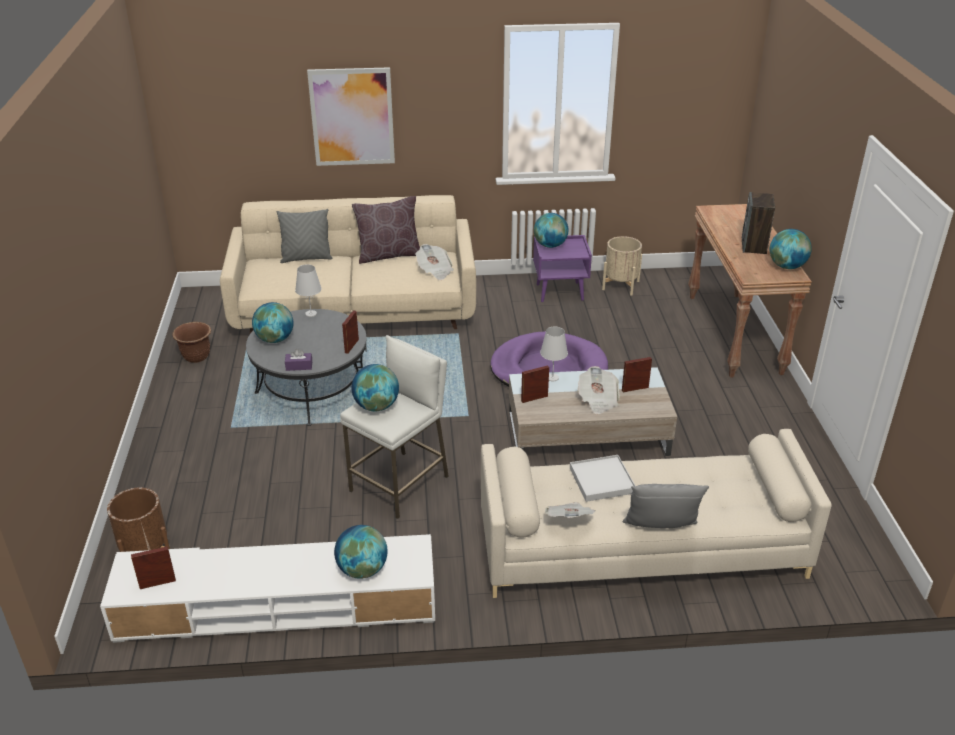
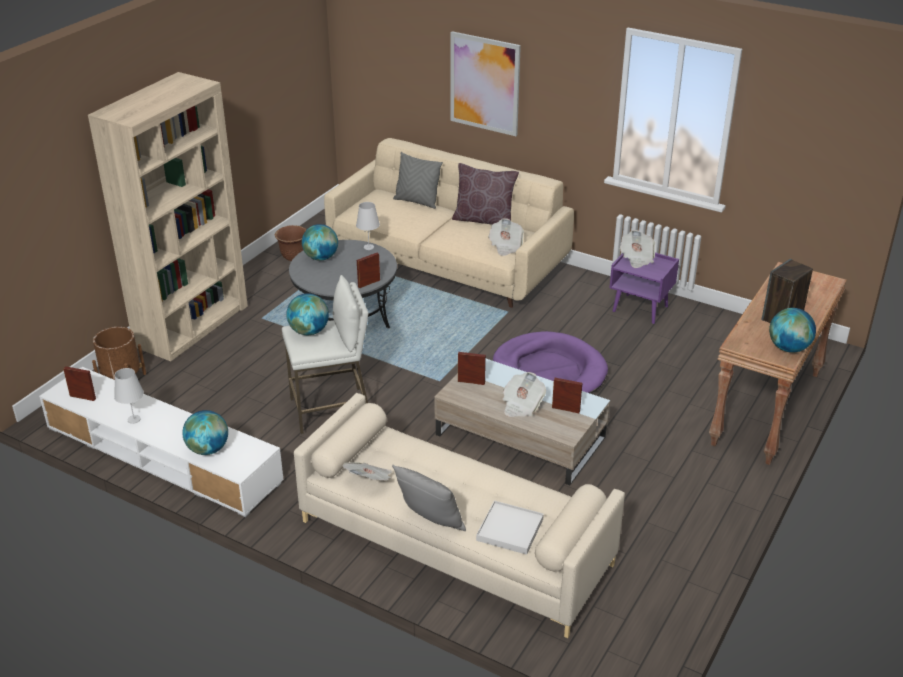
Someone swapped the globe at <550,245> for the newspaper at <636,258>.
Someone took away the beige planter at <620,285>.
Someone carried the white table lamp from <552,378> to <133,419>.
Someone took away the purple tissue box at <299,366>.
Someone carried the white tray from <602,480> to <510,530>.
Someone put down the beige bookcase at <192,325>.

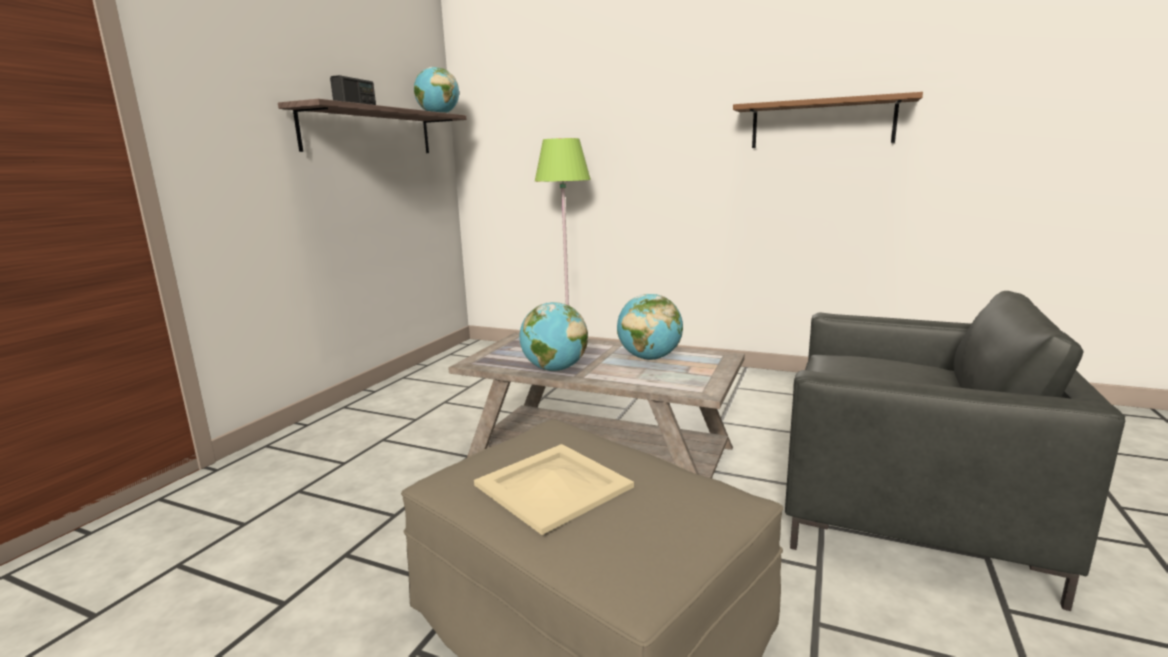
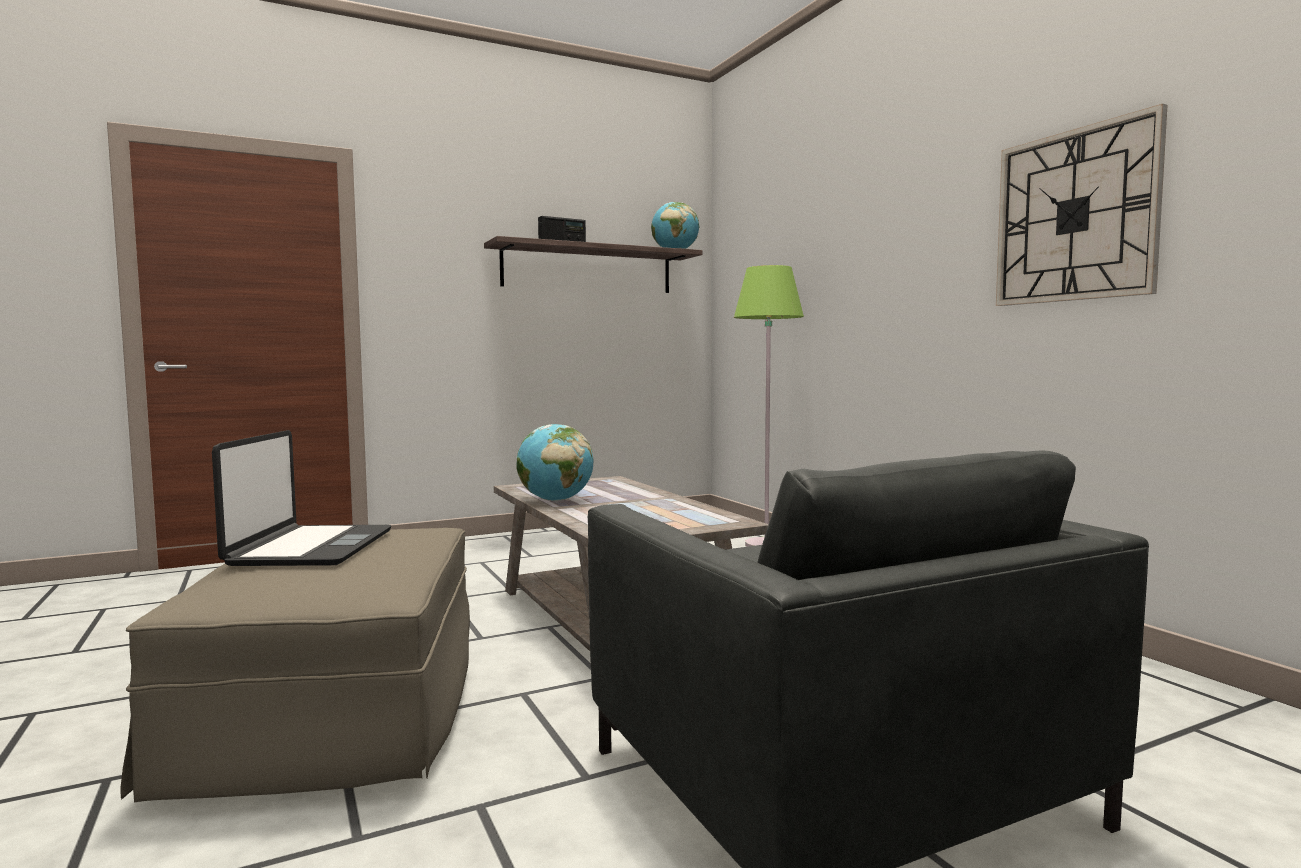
Someone swapped the brown shelf at <822,123> for the wall clock at <1074,216>.
Someone took away the globe at <649,358>.
Someone swapped the beige tray at <551,486> for the laptop at <310,548>.

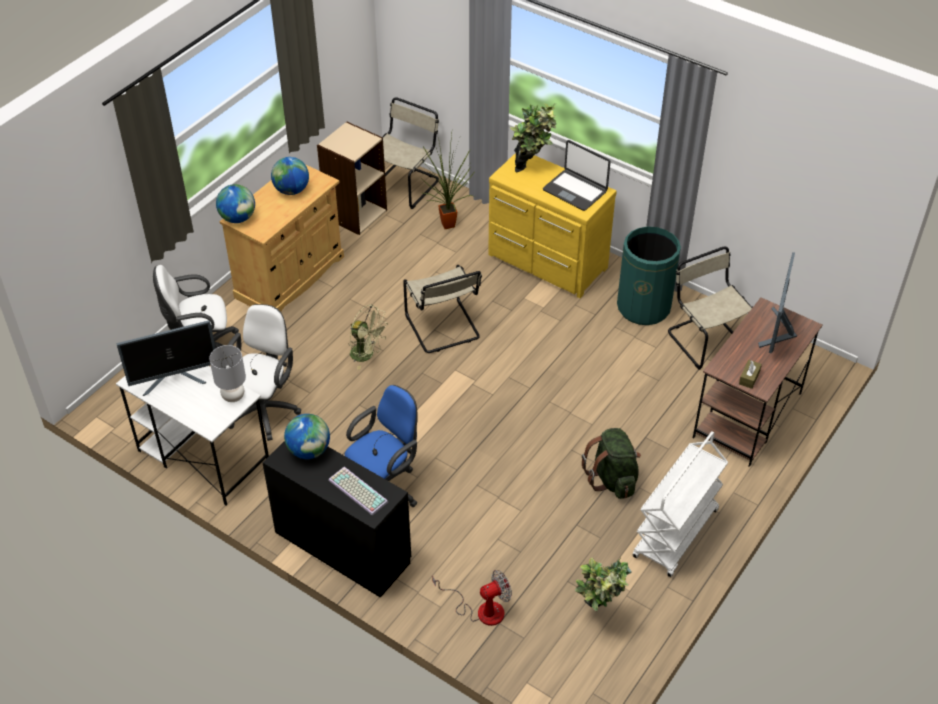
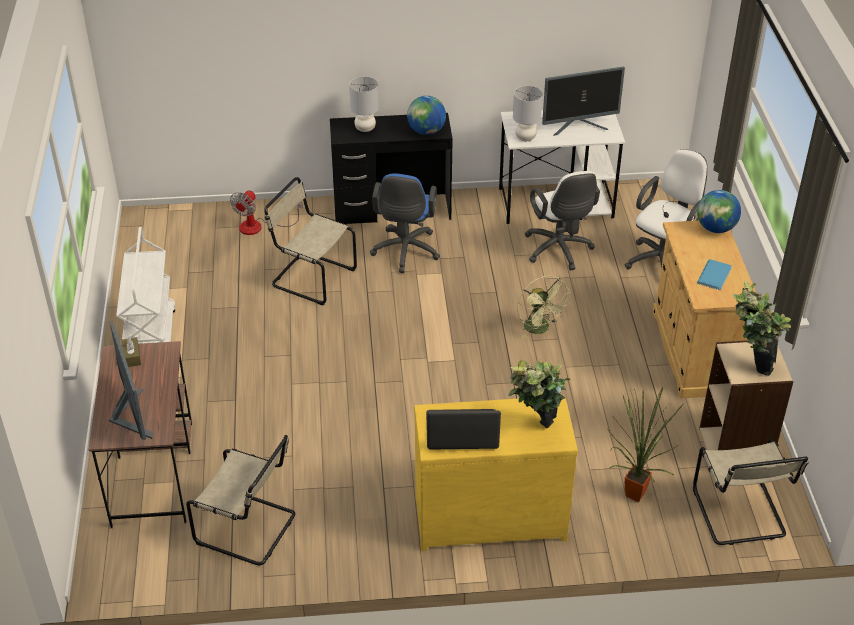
Someone swapped the globe at <291,190> for the blue book at <715,275>.
Someone took away the green trash can at <643,307>.
Someone carried the beige chair from <443,328> to <311,277>.
Someone rotated the green fan at <367,355> by 105 degrees counterclockwise.
Someone rotated the monitor at <174,380> by 135 degrees counterclockwise.
Someone took away the green backpack at <612,479>.
Someone swapped the keyboard at <356,491> for the grey table lamp at <365,128>.
Someone carried the potted plant from <598,616> to <749,366>.

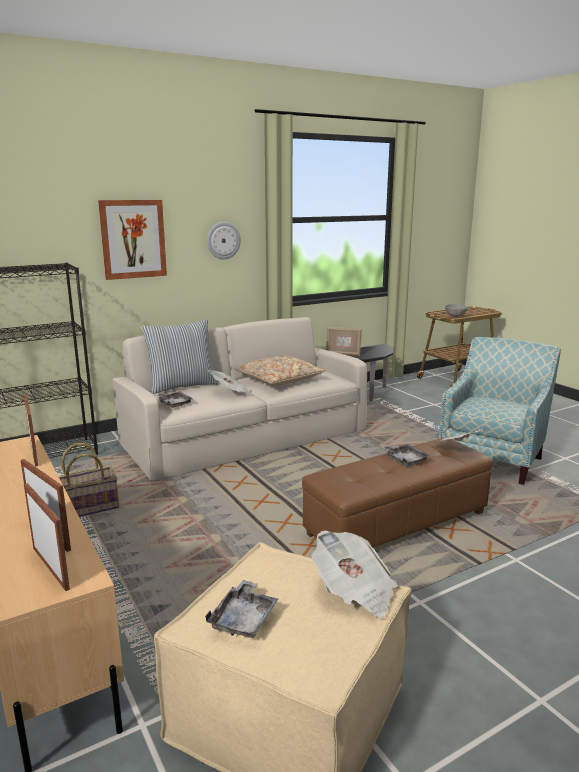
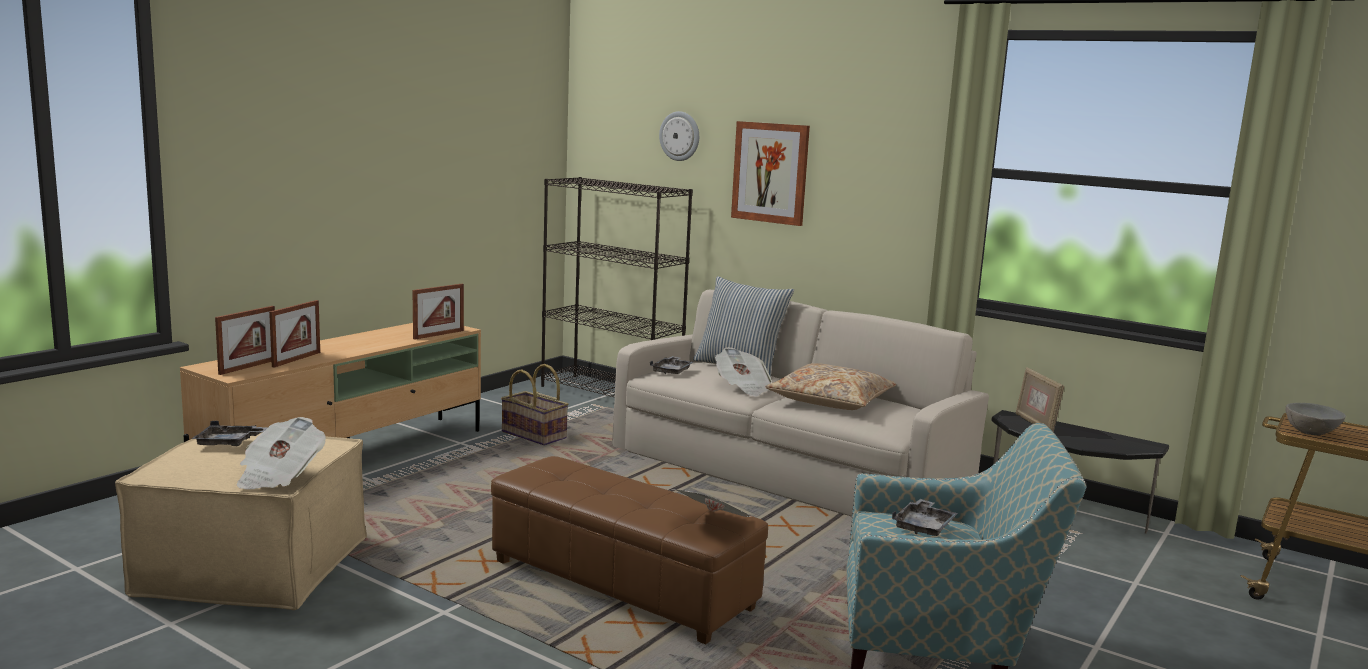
Someone carried the wall clock from <223,240> to <680,136>.
Someone carried the grey tray from <404,460> to <924,527>.

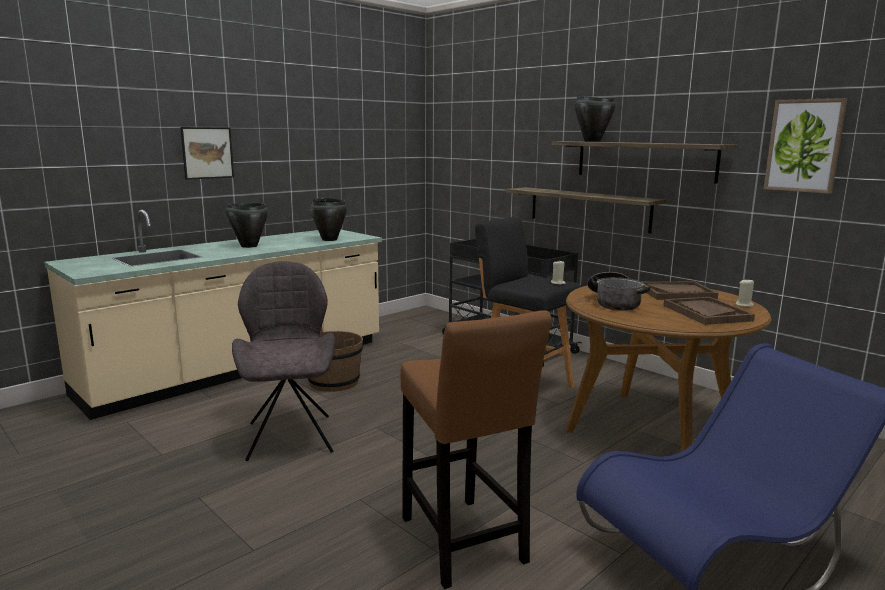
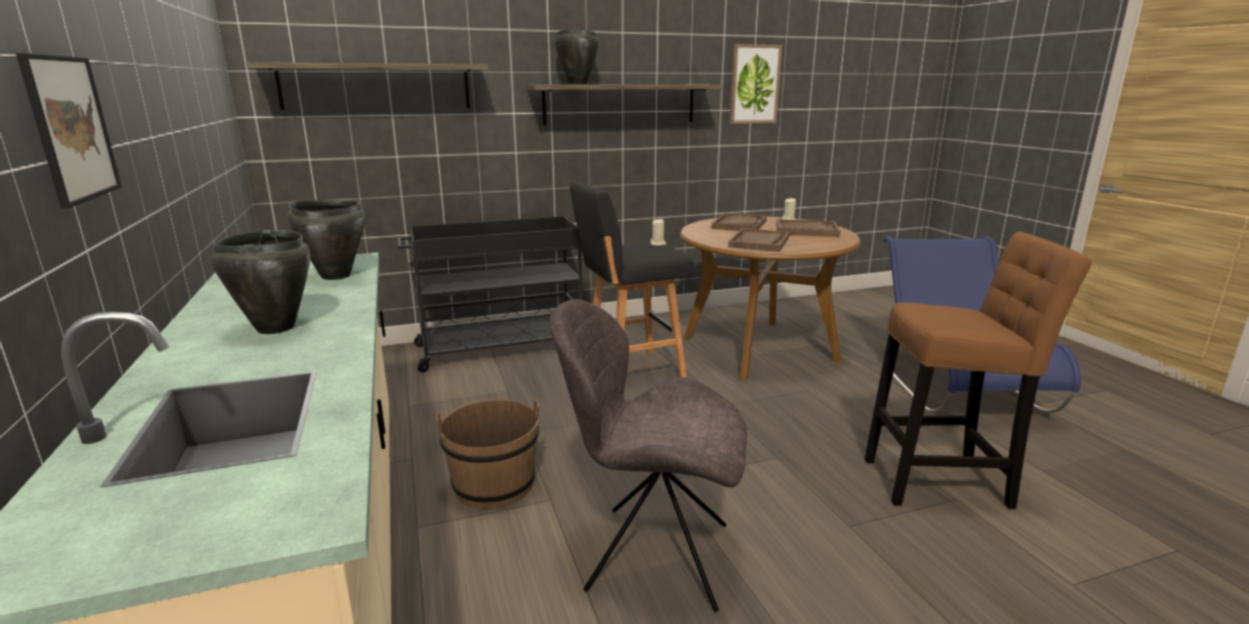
Someone carried the shelf from <588,209> to <376,86>.
Someone swapped the cooking pot at <614,303> for the brown tray at <759,242>.

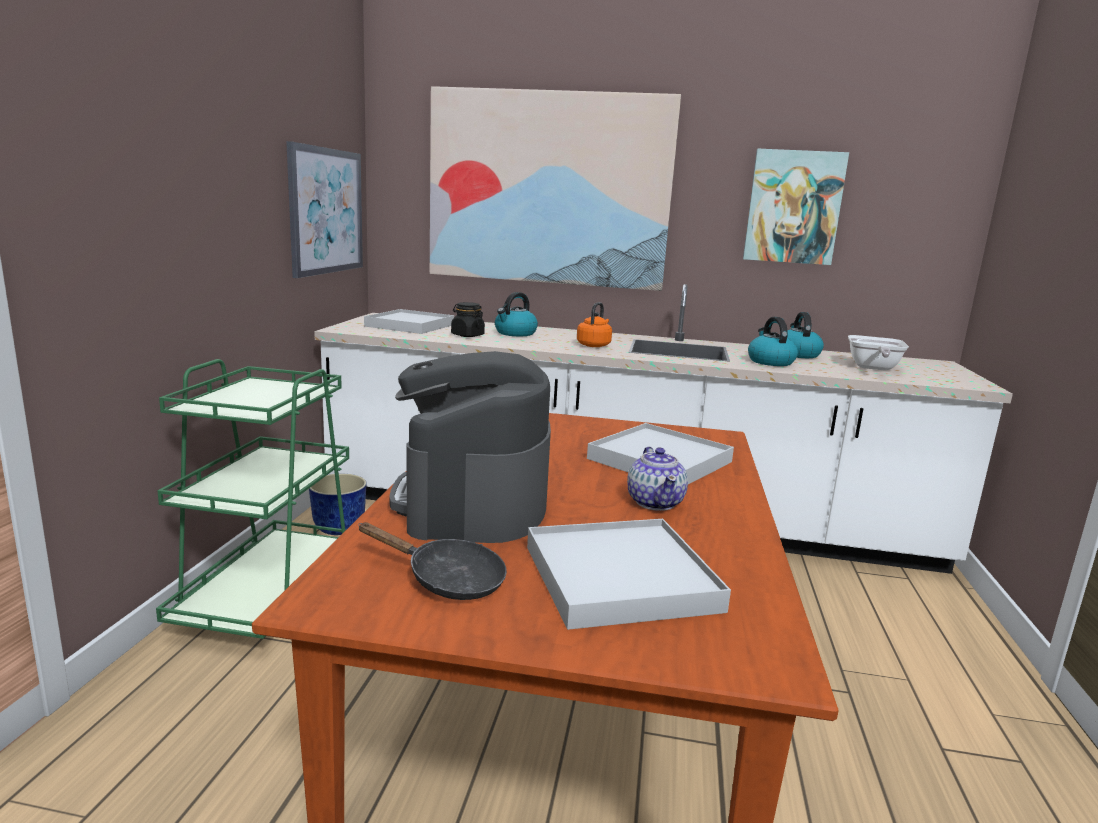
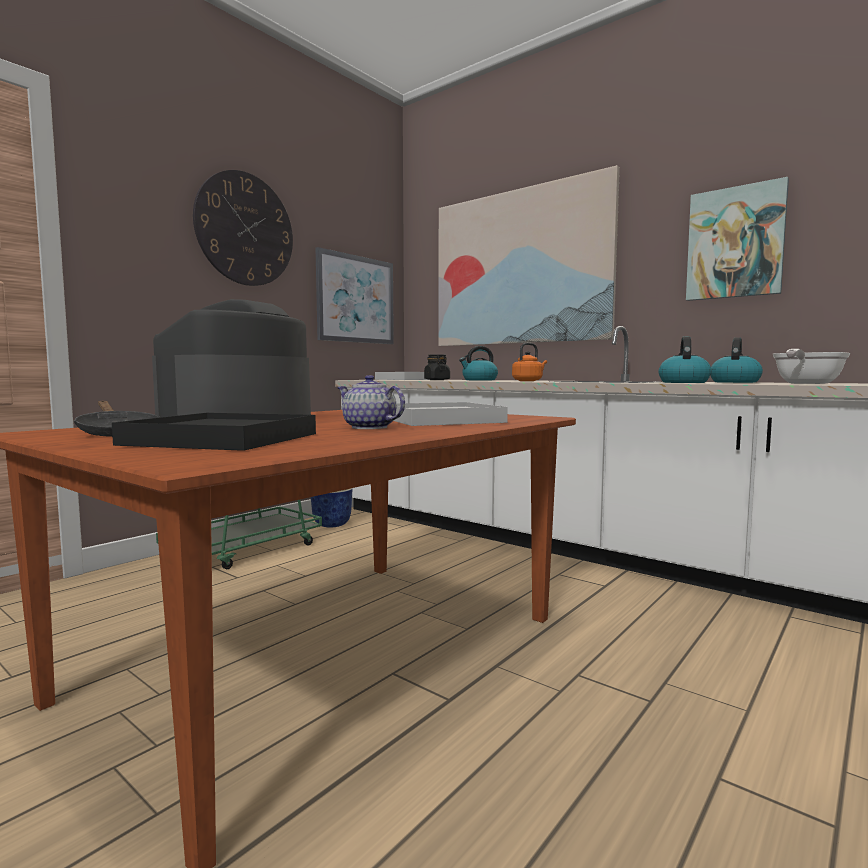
Someone rotated the teapot at <655,502> by 105 degrees clockwise.
Someone repainted the white tray at <619,578>, which became the black tray at <223,439>.
Someone put up the wall clock at <245,229>.

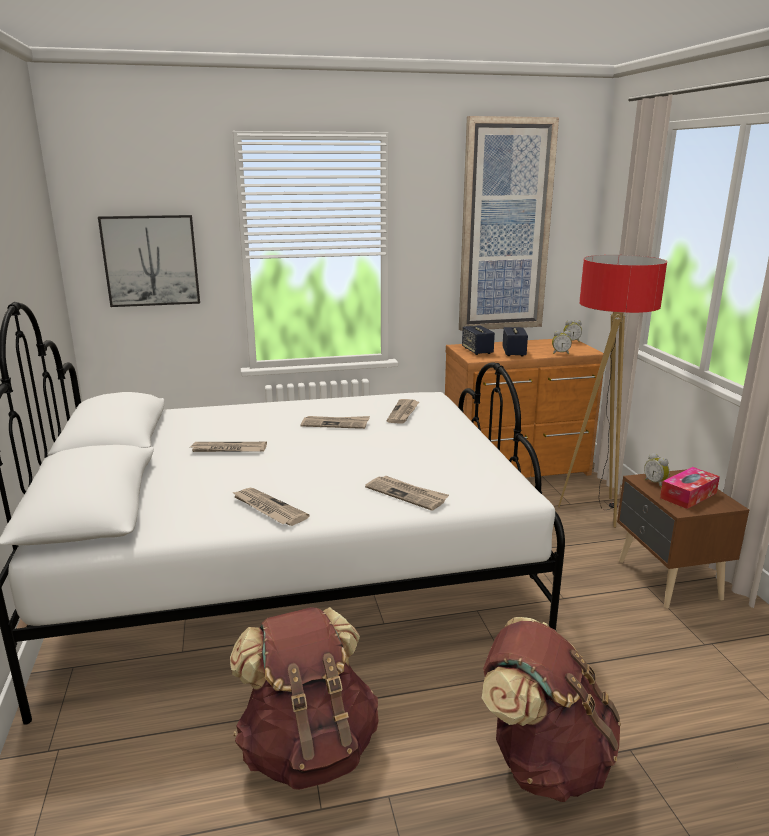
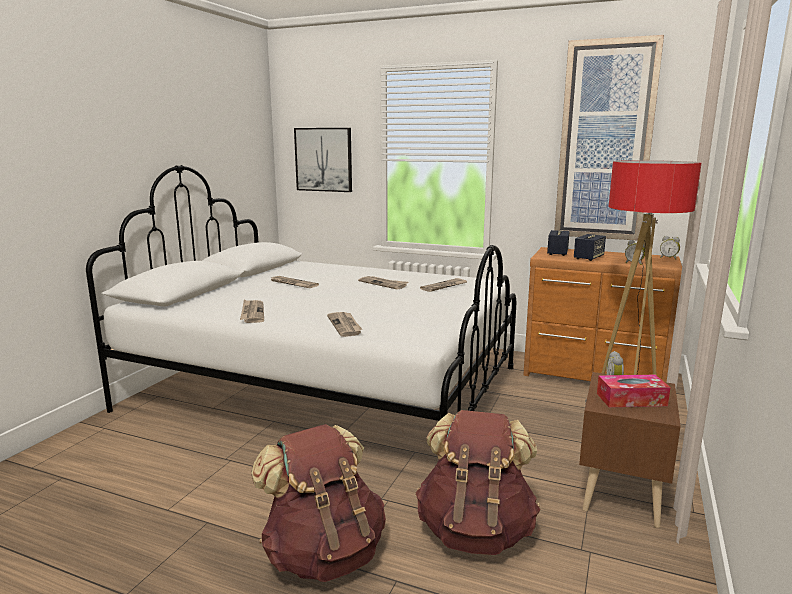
Someone carried the brown backpack from <308,749> to <475,531>.

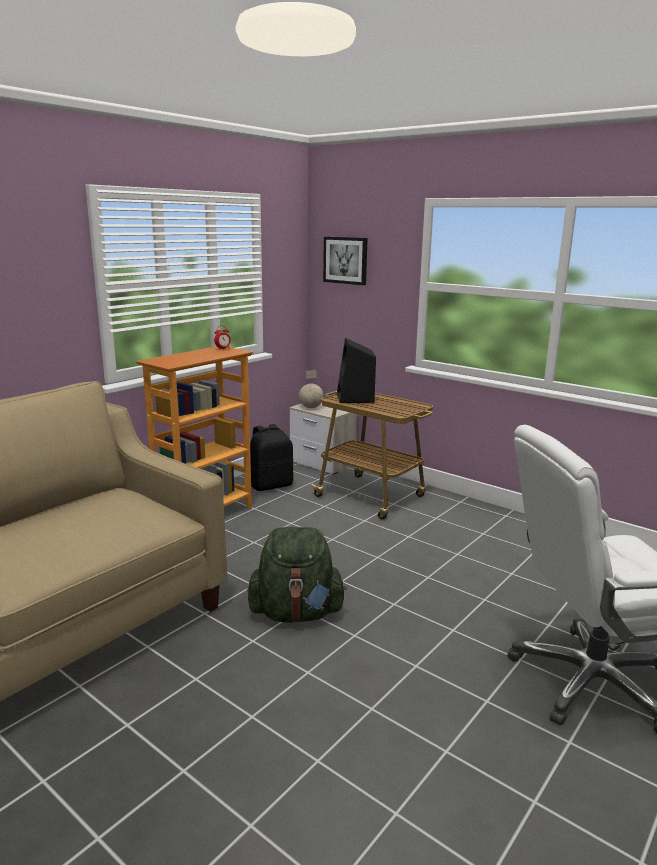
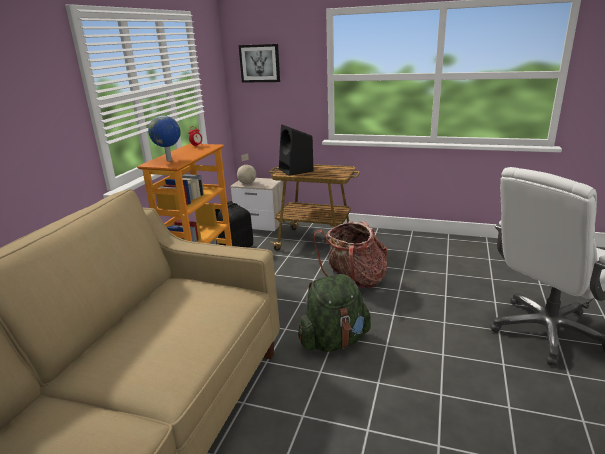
Someone put down the globe at <169,160>.
Someone put down the backpack at <354,281>.

